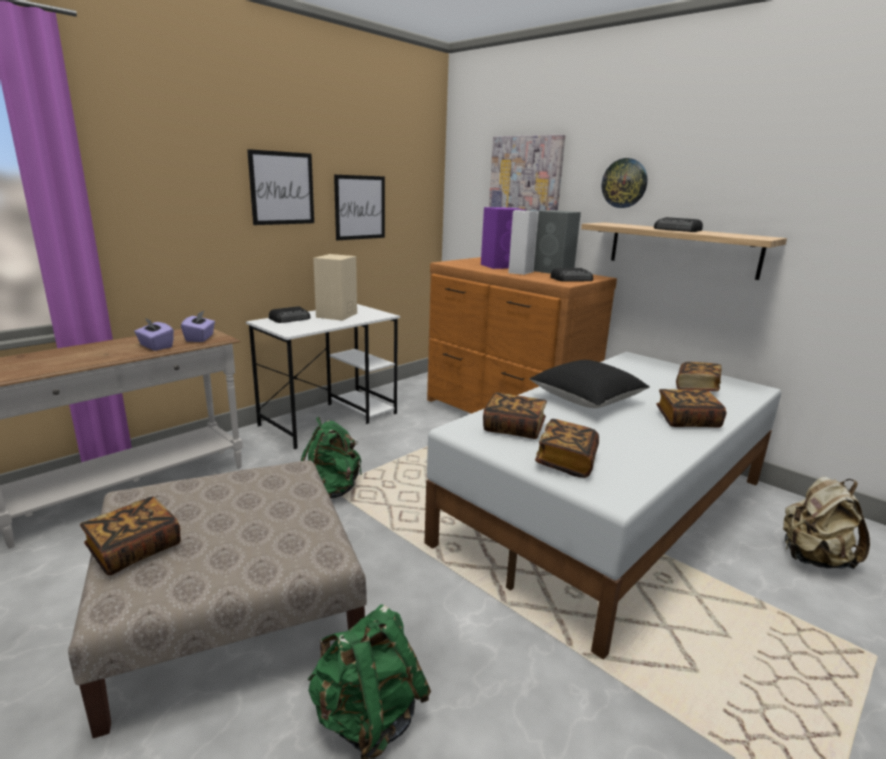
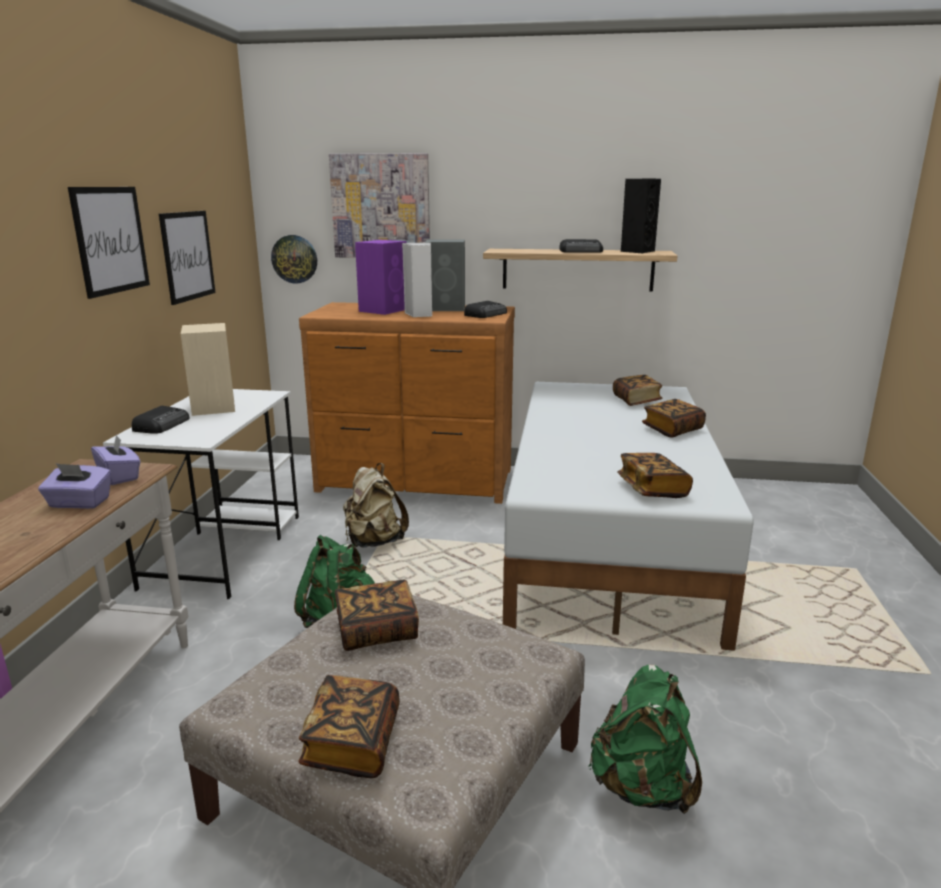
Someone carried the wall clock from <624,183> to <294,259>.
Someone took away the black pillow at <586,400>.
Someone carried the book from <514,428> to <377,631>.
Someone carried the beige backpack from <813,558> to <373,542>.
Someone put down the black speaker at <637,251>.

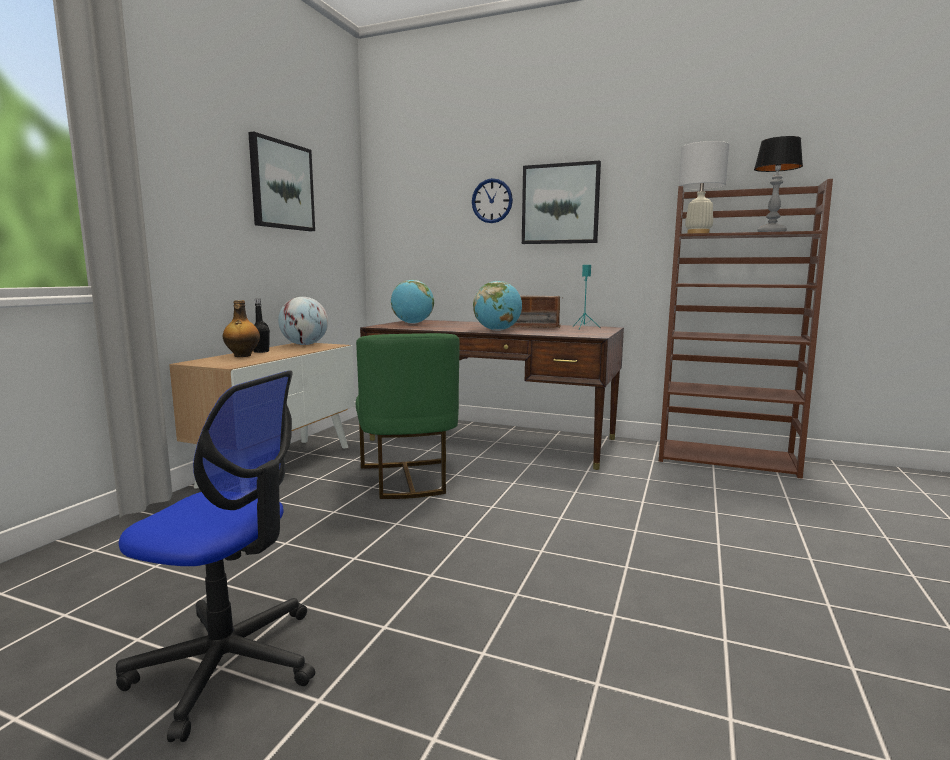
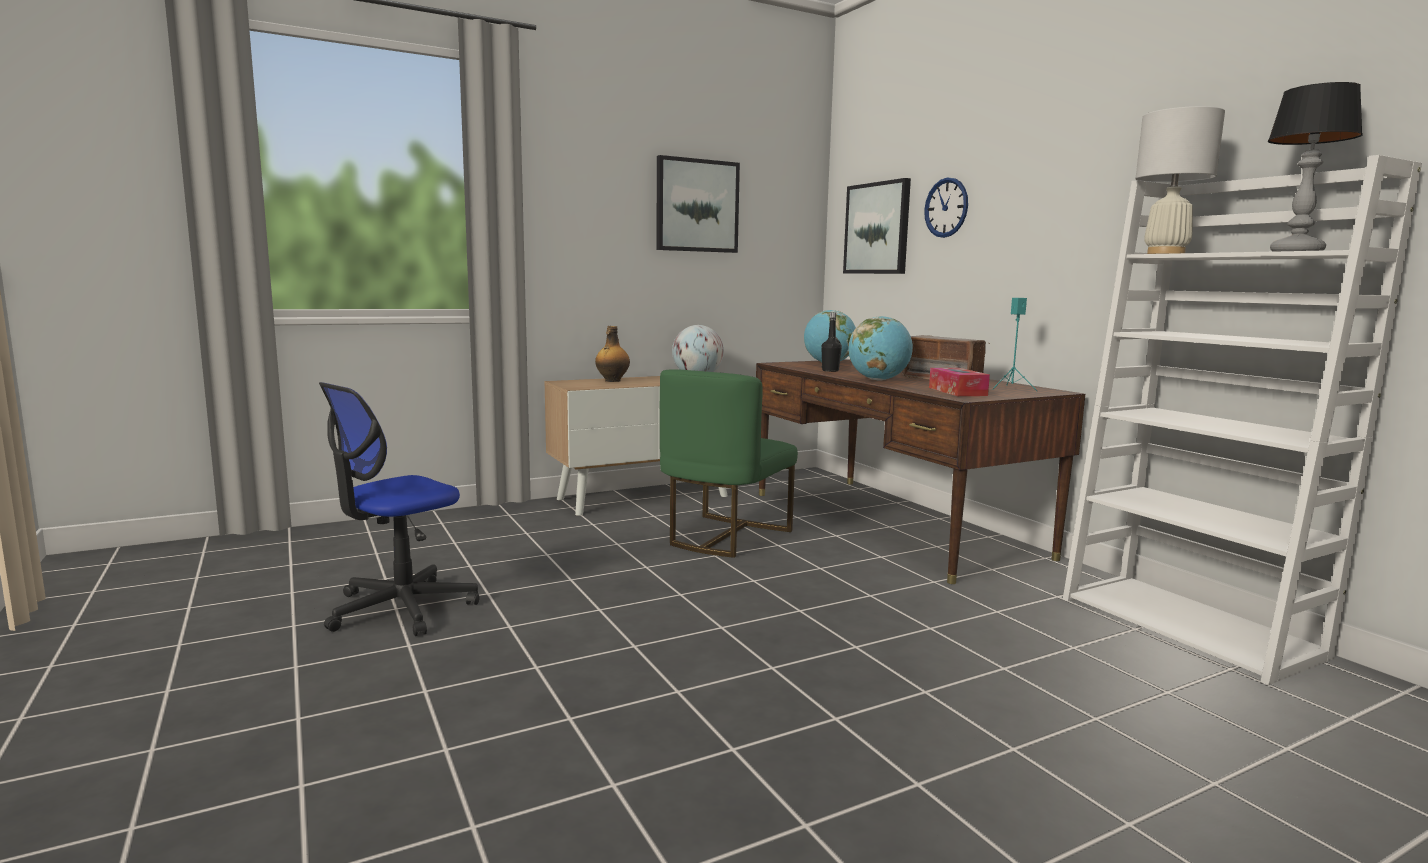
Someone carried the picture from <560,204> to <877,228>.
Someone repainted the brown bookcase at <727,459>, which became the white bookcase at <1191,627>.
Someone carried the black bottle from <261,351> to <830,370>.
Someone rotated the office chair at <228,664> by 75 degrees clockwise.
Someone put down the tissue box at <957,391>.

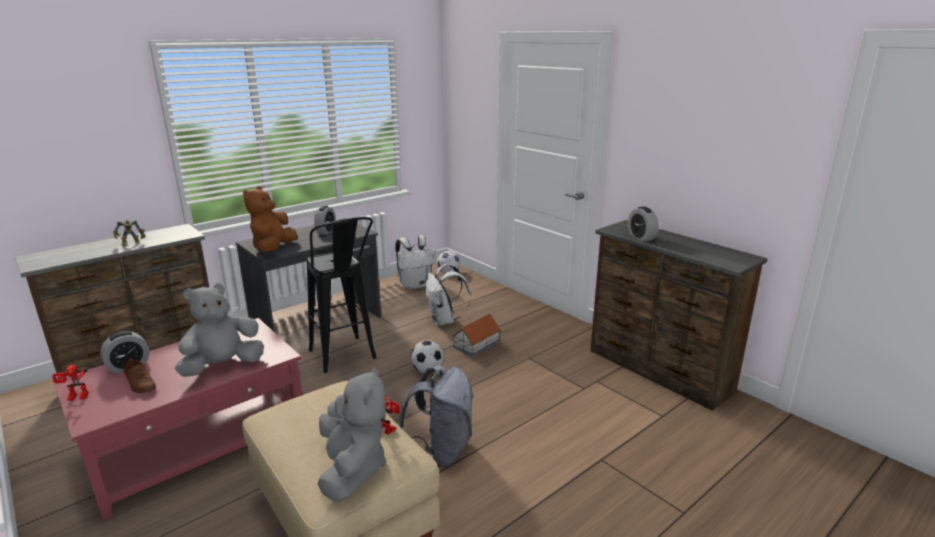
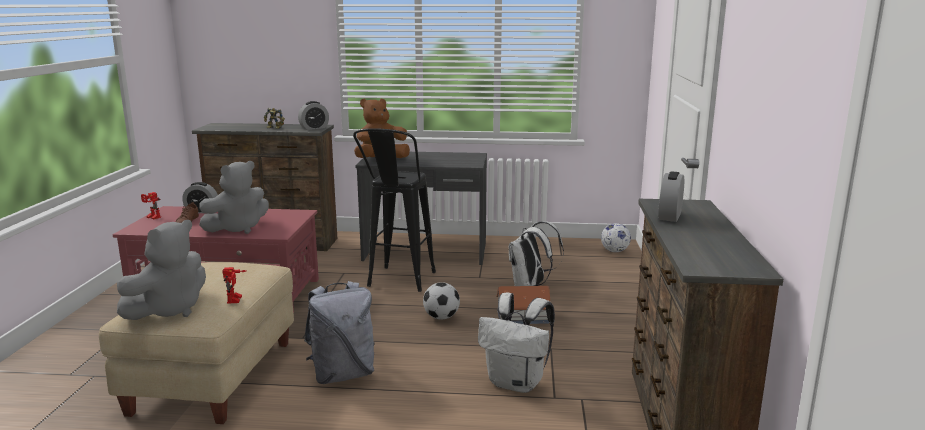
Someone carried the alarm clock from <326,231> to <314,128>.
Someone carried the white backpack from <415,285> to <517,383>.
Someone rotated the grey plush toy at <223,366> by 135 degrees clockwise.

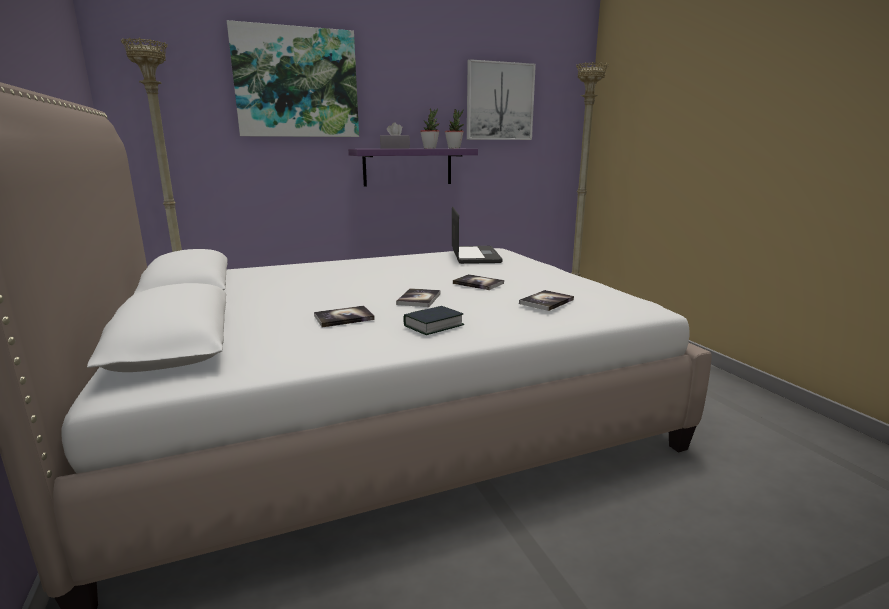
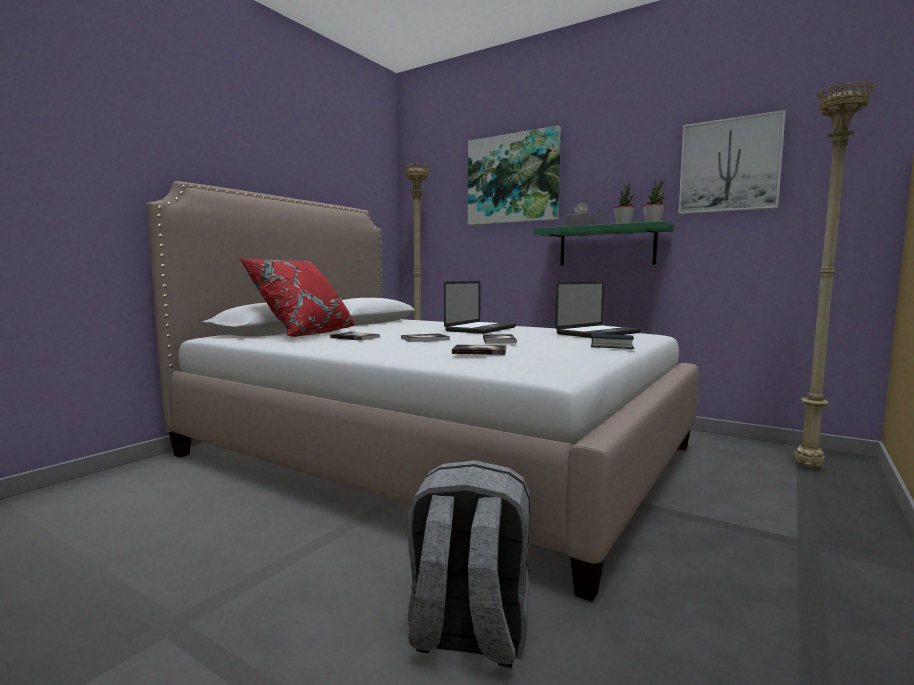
Someone repainted the purple shelf at <408,167>, which became the green shelf at <606,246>.
Someone carried the book from <433,325> to <611,346>.
Someone put down the red pillow at <304,334>.
Someone put down the laptop at <481,329>.
Someone put down the grey backpack at <468,633>.

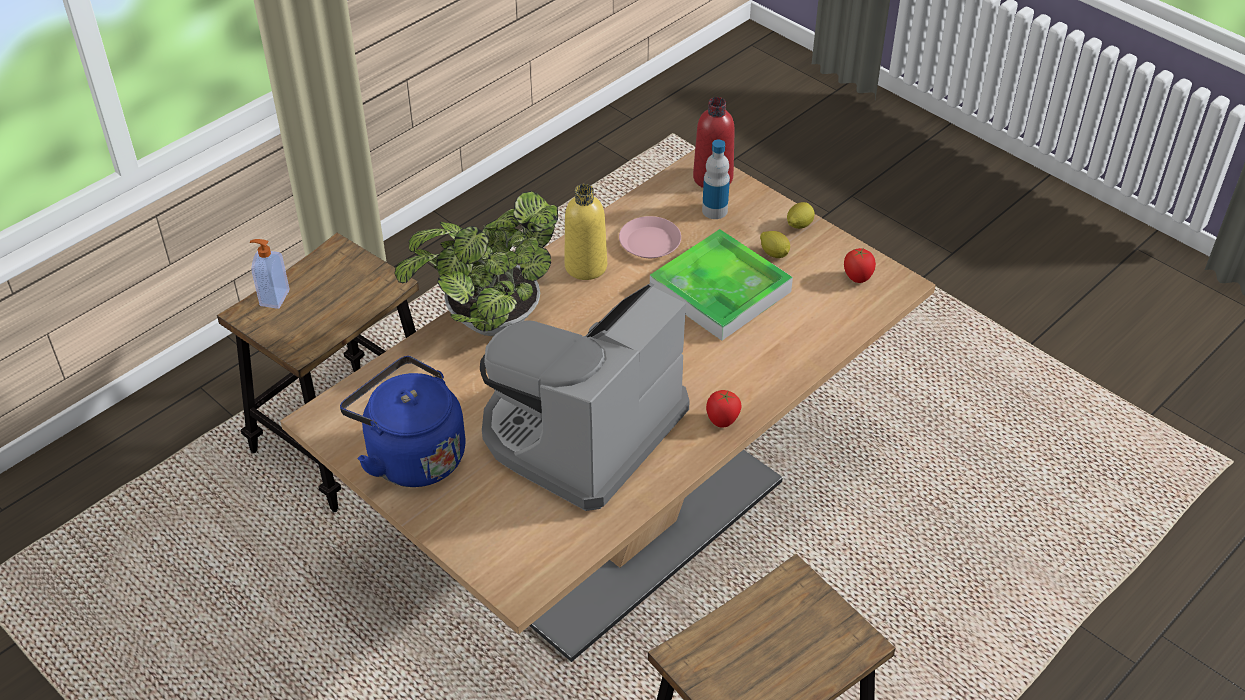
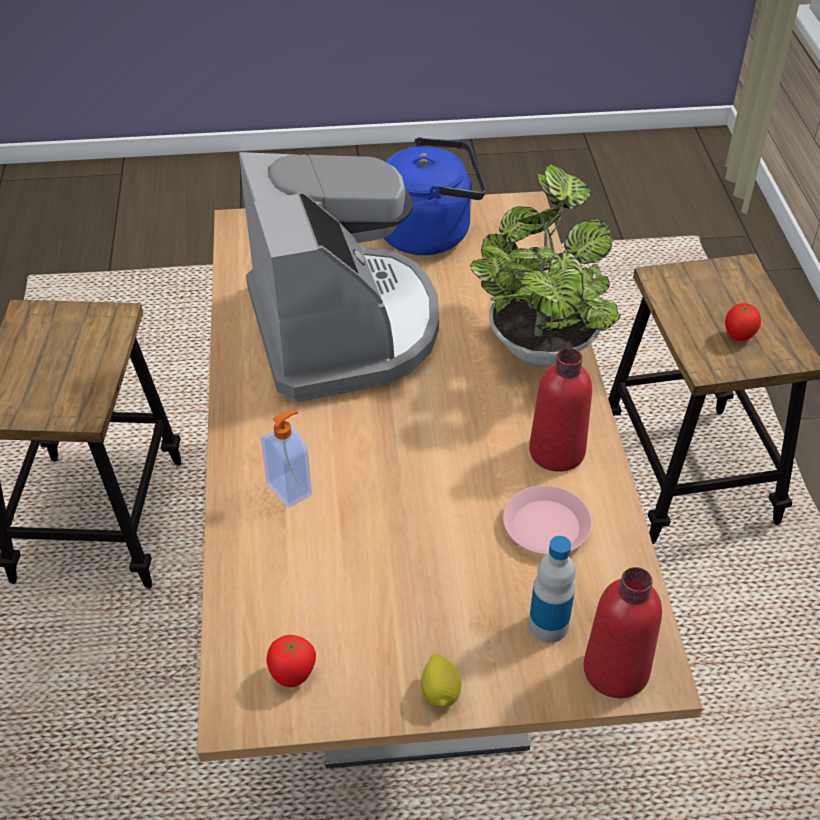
Someone repainted the yellow bottle at <586,266>, which became the red bottle at <557,452>.
Someone took away the tray at <720,290>.
Someone took away the lemon at <774,253>.
Someone carried the soap dispenser from <273,298> to <290,489>.
Someone carried the tomato from <722,422> to <738,337>.

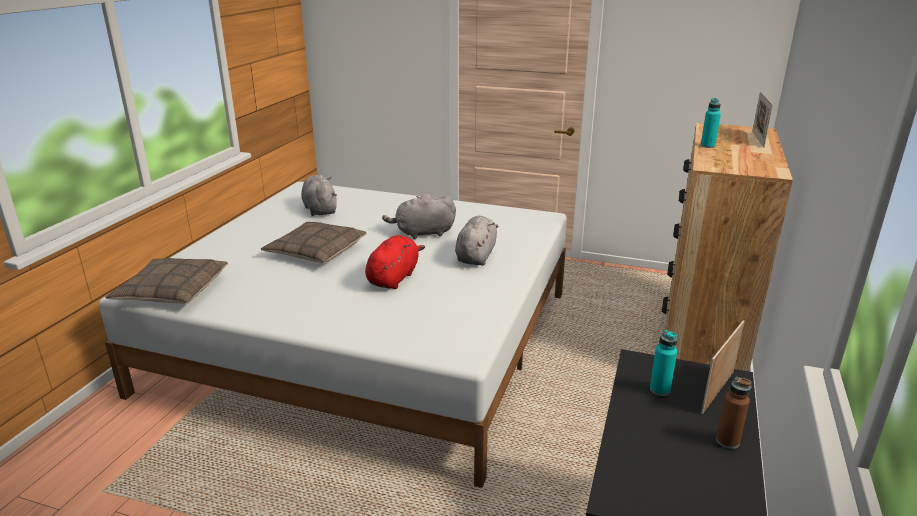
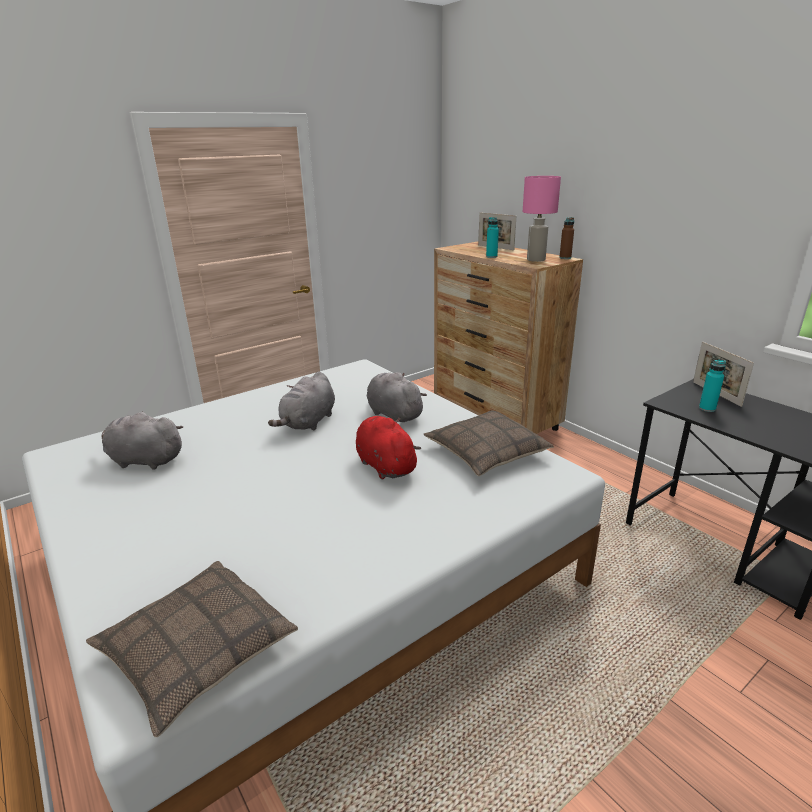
Someone carried the pillow from <316,251> to <486,452>.
Someone carried the brown bottle from <727,441> to <565,258>.
Someone put down the pink table lamp at <536,260>.

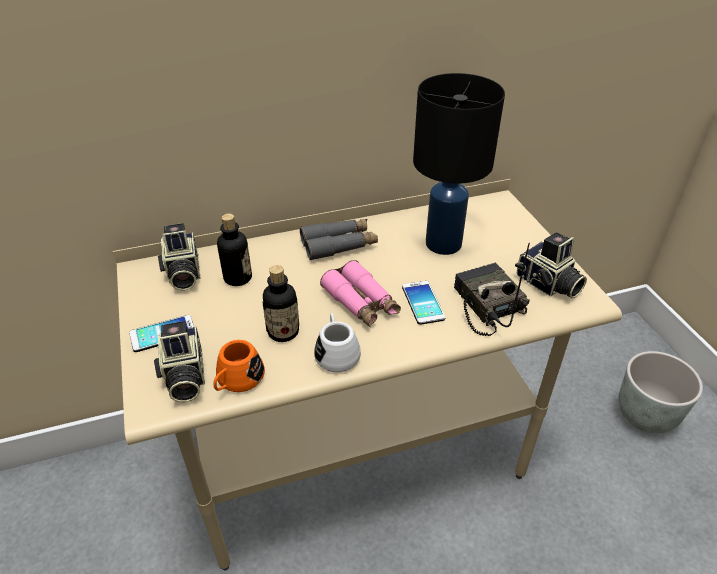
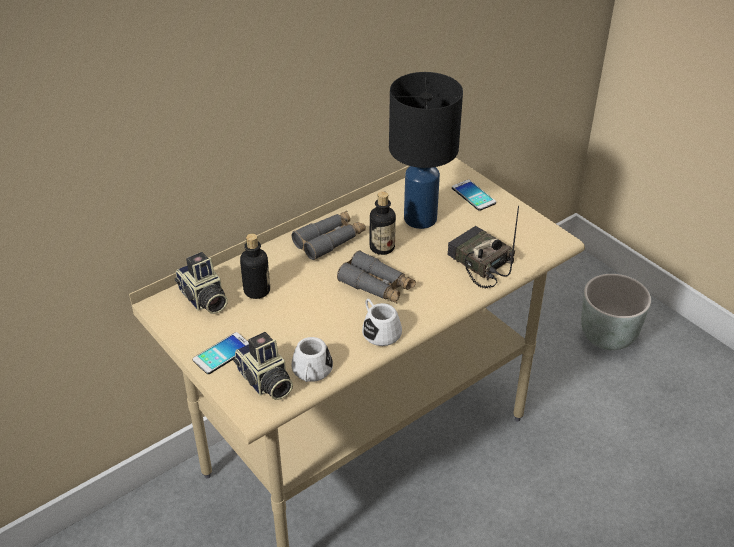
Someone took away the photo camera at <547,284>.
Someone repainted the pink binoculars at <361,302>, which became the grey binoculars at <377,286>.
Someone carried the bottle from <283,332> to <382,247>.
Someone carried the phone from <423,303> to <473,195>.
Someone repainted the orange mug at <237,380>, which became the white mug at <311,372>.

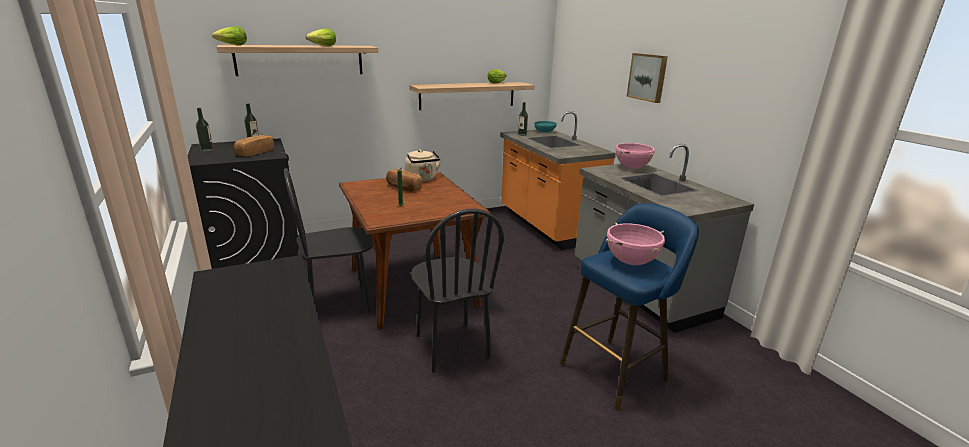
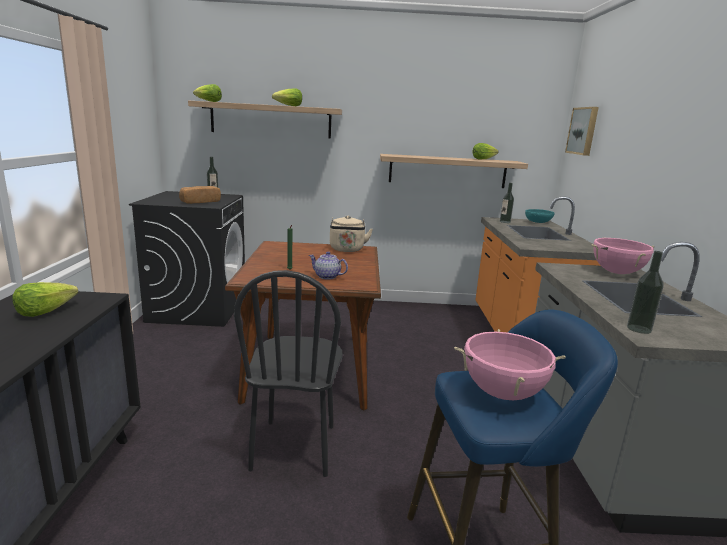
Someone carried the picture from <648,77> to <583,131>.
Someone carried the bottle from <207,150> to <639,329>.
Someone took away the black chair at <339,303>.
Someone took away the bread at <403,188>.
Someone put down the teapot at <327,276>.
Someone put down the lettuce at <45,311>.

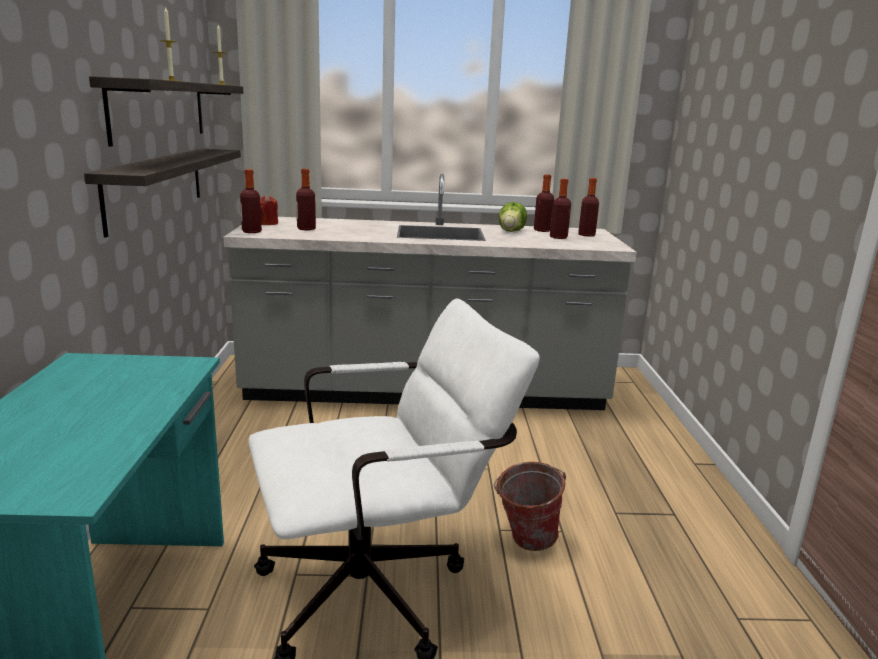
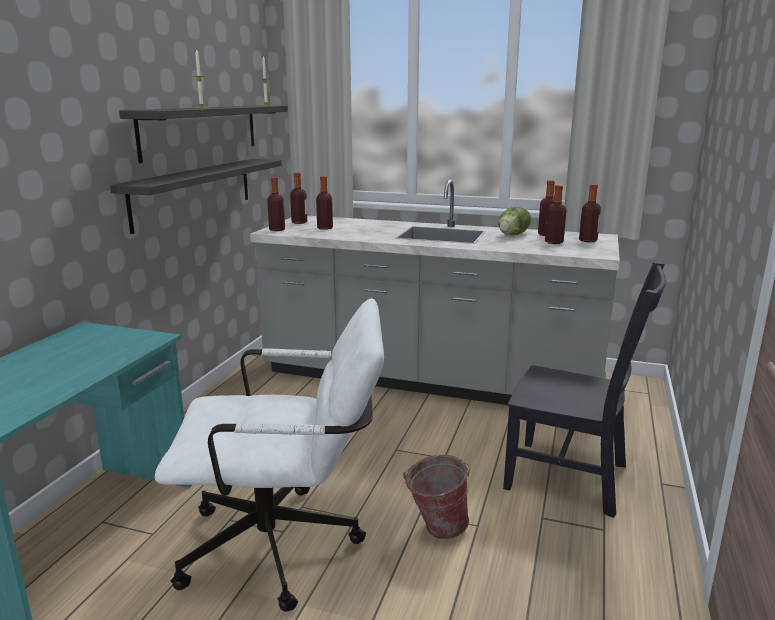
Someone swapped the red candle at <268,223> for the bottle at <299,222>.
Someone put down the black chair at <572,478>.

